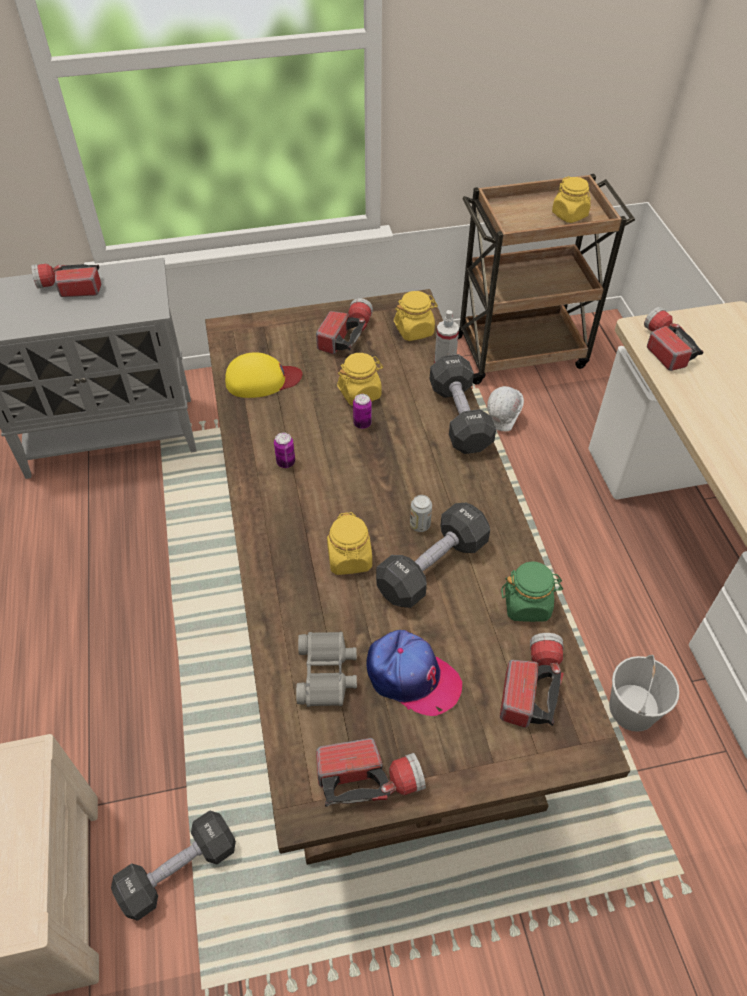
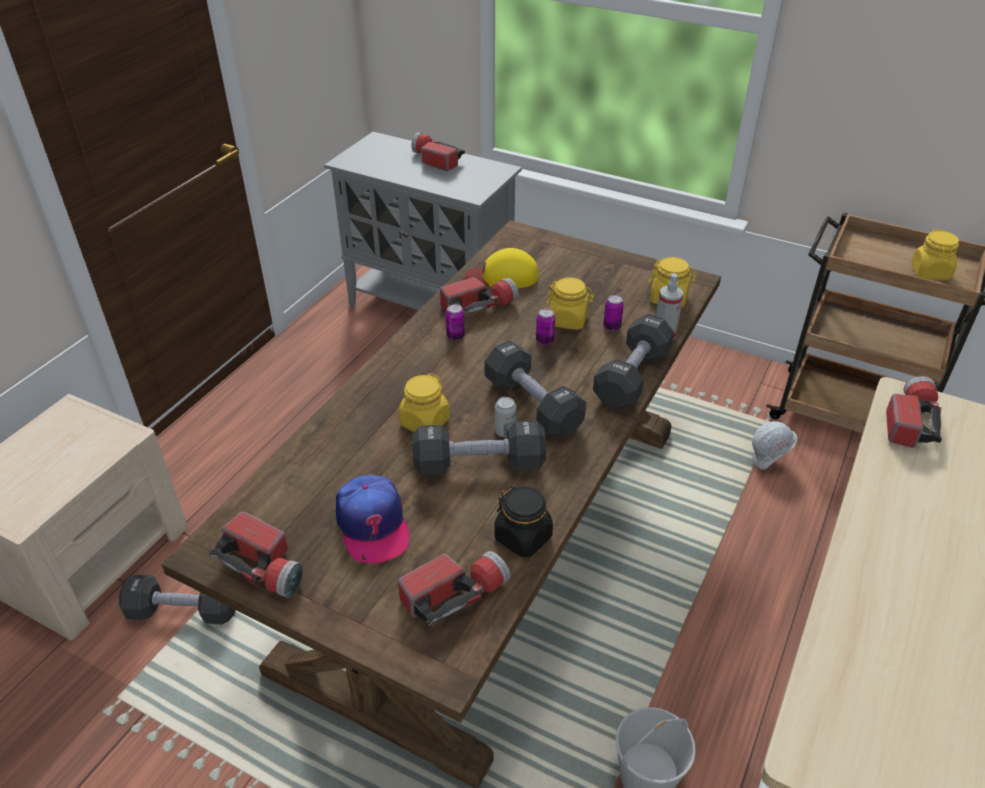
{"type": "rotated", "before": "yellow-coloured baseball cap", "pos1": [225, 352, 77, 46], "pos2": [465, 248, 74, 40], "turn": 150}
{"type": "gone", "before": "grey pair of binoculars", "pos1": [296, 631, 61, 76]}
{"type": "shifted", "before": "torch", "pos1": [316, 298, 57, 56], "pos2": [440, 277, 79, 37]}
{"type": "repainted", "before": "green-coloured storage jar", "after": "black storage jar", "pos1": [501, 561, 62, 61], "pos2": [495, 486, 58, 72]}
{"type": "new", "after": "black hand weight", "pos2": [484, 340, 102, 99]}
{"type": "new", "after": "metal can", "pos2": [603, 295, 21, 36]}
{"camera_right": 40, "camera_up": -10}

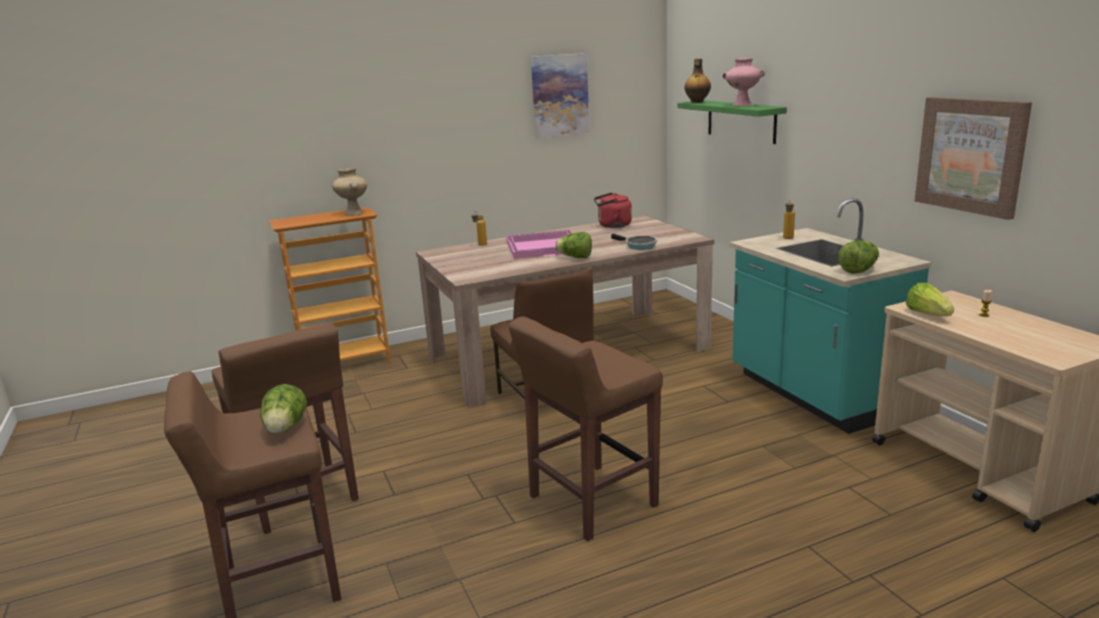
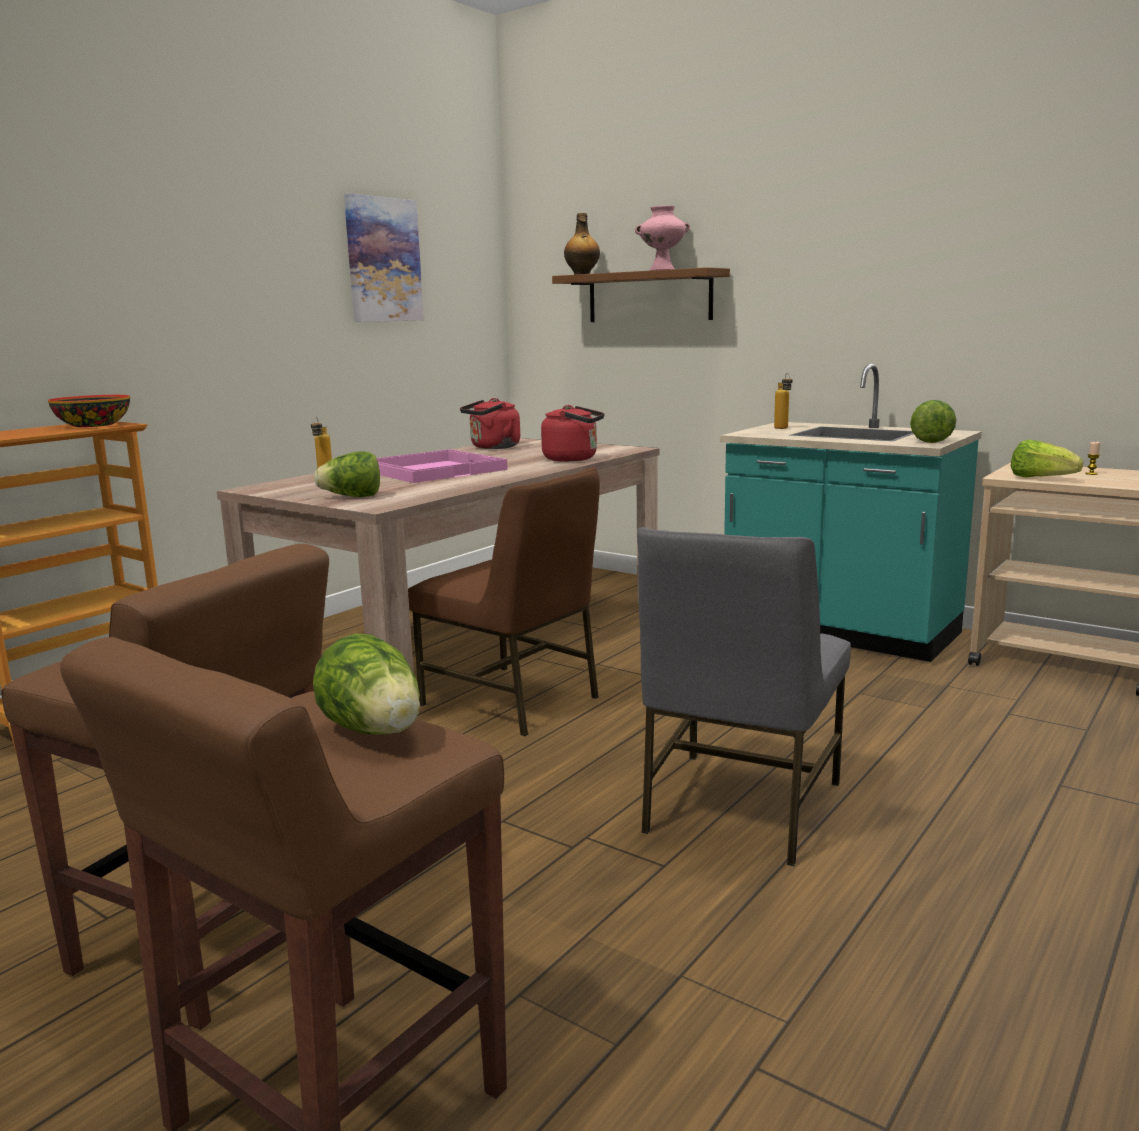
{"type": "swapped", "before": "beige decorative vase", "after": "serving bowl", "pos1": [332, 168, 35, 48], "pos2": [48, 395, 82, 32]}
{"type": "swapped", "before": "brownish sitting stool", "after": "grey chair", "pos1": [509, 317, 154, 224], "pos2": [637, 527, 214, 339]}
{"type": "shifted", "before": "lettuce", "pos1": [555, 232, 37, 26], "pos2": [314, 451, 66, 46]}
{"type": "swapped", "before": "pan", "after": "reddish water kettle", "pos1": [611, 233, 46, 17], "pos2": [541, 405, 63, 57]}
{"type": "repainted", "before": "green-coloured bracket shelf", "after": "brownish bracket shelf", "pos1": [677, 100, 110, 44], "pos2": [552, 267, 178, 55]}
{"type": "gone", "before": "picture", "pos1": [915, 97, 117, 123]}
{"camera_right": -30, "camera_up": -5}

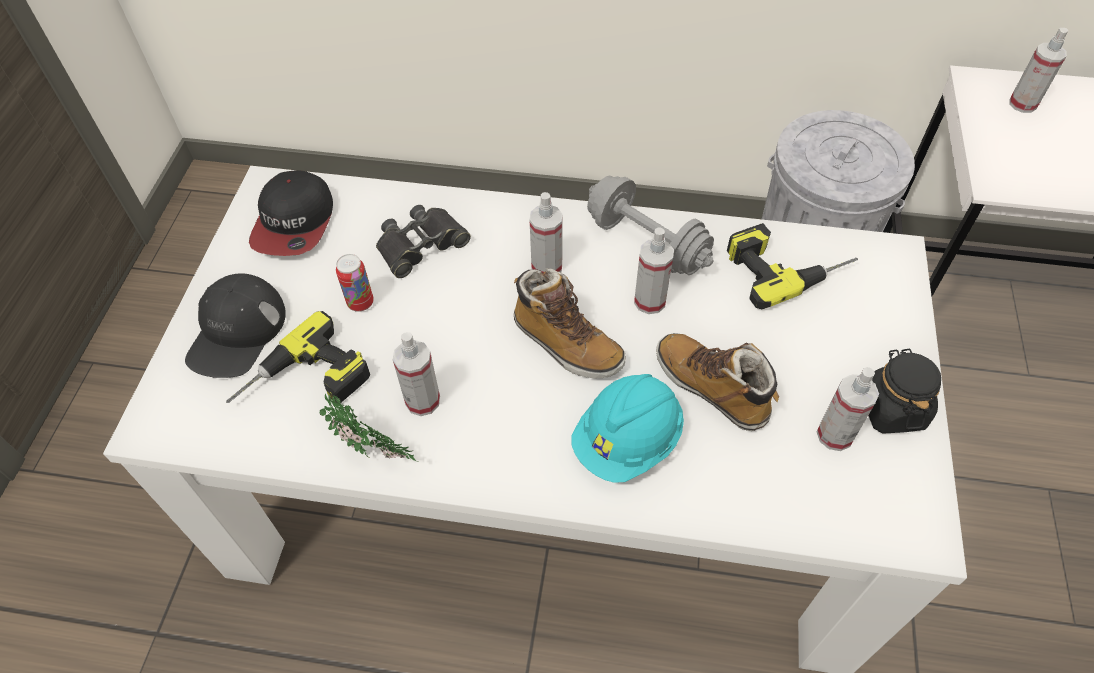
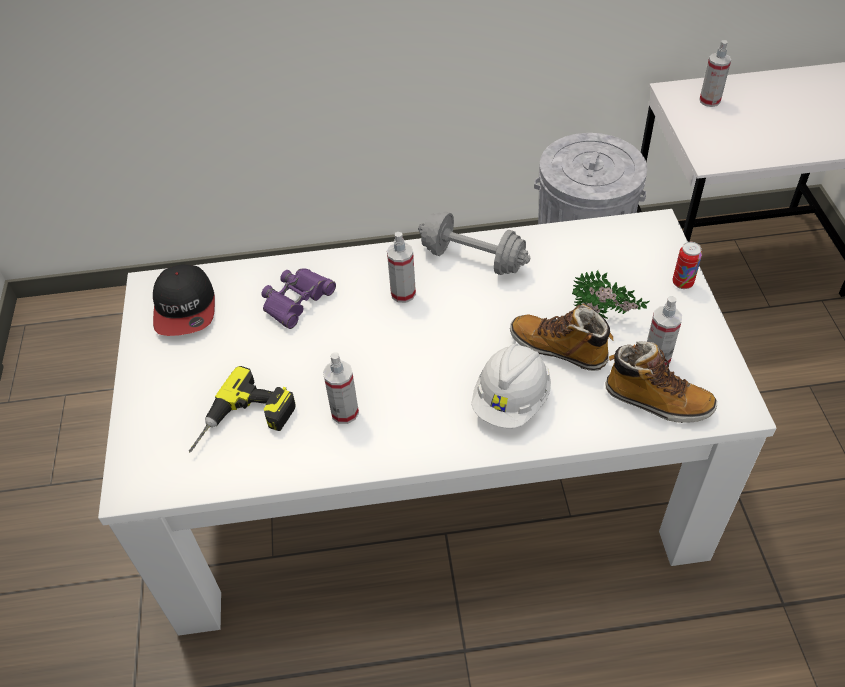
{"type": "gone", "before": "black baseball cap", "pos1": [185, 273, 101, 105]}
{"type": "shifted", "before": "houseplant", "pos1": [320, 394, 96, 67], "pos2": [572, 270, 77, 49]}
{"type": "shifted", "before": "metal can", "pos1": [336, 254, 38, 58], "pos2": [672, 242, 30, 47]}
{"type": "repainted", "before": "black pair of binoculars", "after": "purple-coloured pair of binoculars", "pos1": [376, 205, 95, 73], "pos2": [261, 269, 75, 60]}
{"type": "shifted", "before": "high-top boot", "pos1": [514, 268, 112, 110], "pos2": [606, 341, 111, 82]}
{"type": "repainted", "before": "blue-green safety helmet", "after": "white-coloured safety helmet", "pos1": [571, 374, 113, 109], "pos2": [471, 344, 80, 84]}
{"type": "gone", "before": "hand sprayer", "pos1": [634, 227, 40, 87]}
{"type": "gone", "before": "power drill", "pos1": [727, 223, 131, 86]}
{"type": "gone", "before": "black storage jar", "pos1": [868, 348, 73, 86]}
{"camera_right": -15, "camera_up": -5}

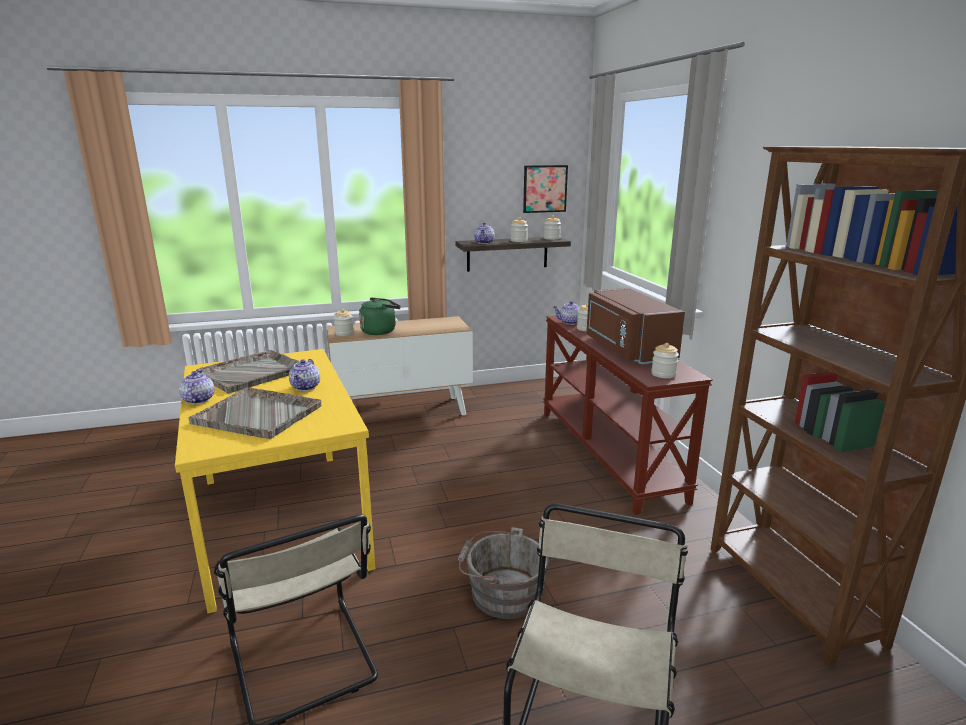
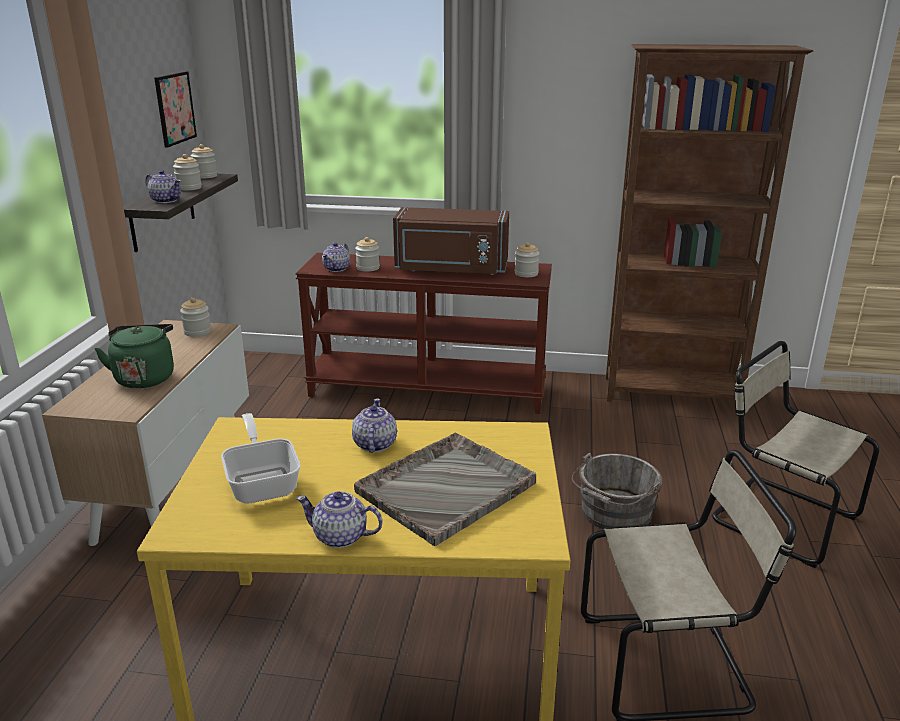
{"type": "swapped", "before": "grey serving tray", "after": "pan", "pos1": [196, 350, 104, 44], "pos2": [221, 413, 80, 91]}
{"type": "rotated", "before": "tea pot", "pos1": [289, 359, 31, 32], "pos2": [352, 399, 45, 54], "turn": -120}
{"type": "shifted", "before": "storage jar", "pos1": [334, 309, 20, 27], "pos2": [180, 298, 31, 39]}
{"camera_right": -65, "camera_up": 5}

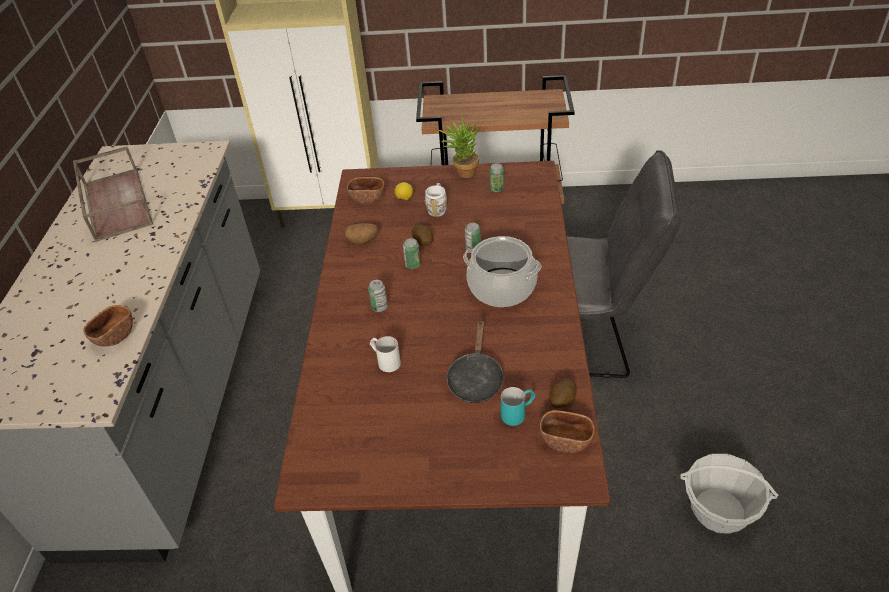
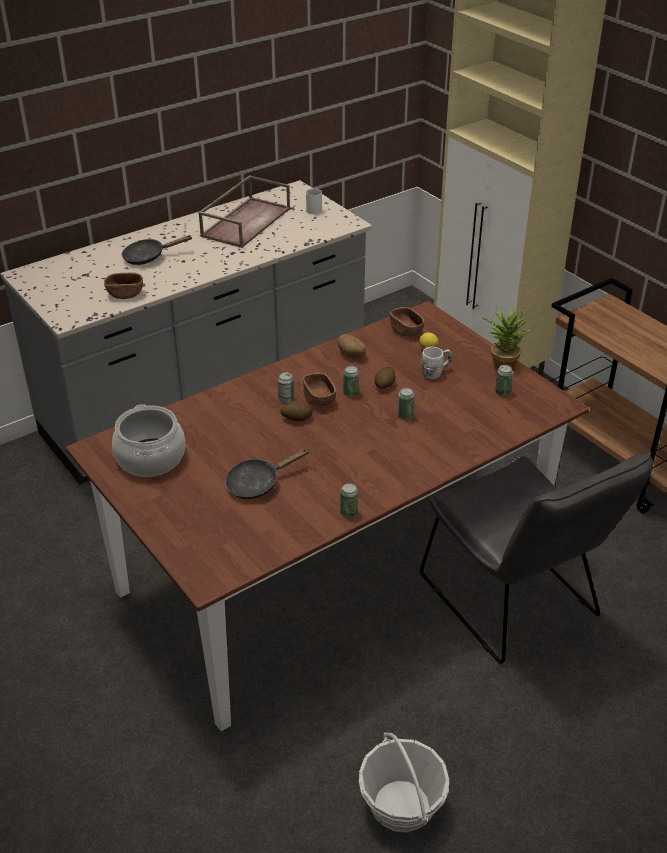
{"type": "shifted", "before": "white-coloured coffee mug", "pos1": [370, 336, 31, 36], "pos2": [306, 188, 16, 26]}
{"type": "shifted", "before": "stockpot", "pos1": [463, 236, 78, 71], "pos2": [112, 404, 74, 73]}
{"type": "gone", "before": "blue-green coffee mug", "pos1": [501, 387, 34, 39]}
{"type": "shifted", "before": "brownish serving bowl", "pos1": [540, 410, 55, 43], "pos2": [303, 373, 33, 34]}
{"type": "shifted", "before": "potato", "pos1": [549, 378, 28, 30], "pos2": [280, 401, 32, 20]}
{"type": "new", "after": "black pan", "pos2": [122, 235, 71, 30]}
{"type": "new", "after": "metal can", "pos2": [340, 483, 18, 35]}
{"camera_right": 50, "camera_up": -5}

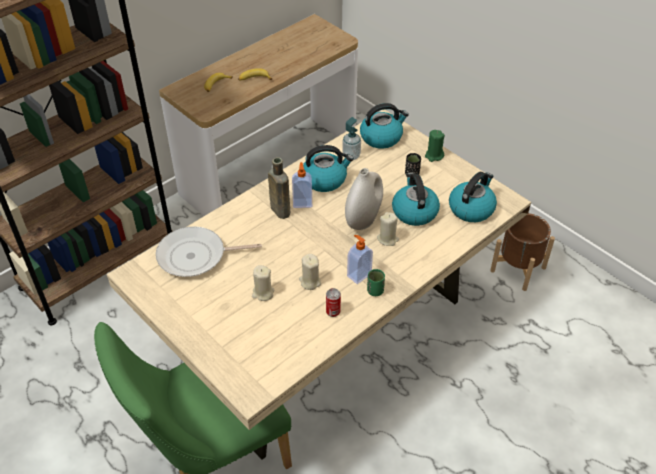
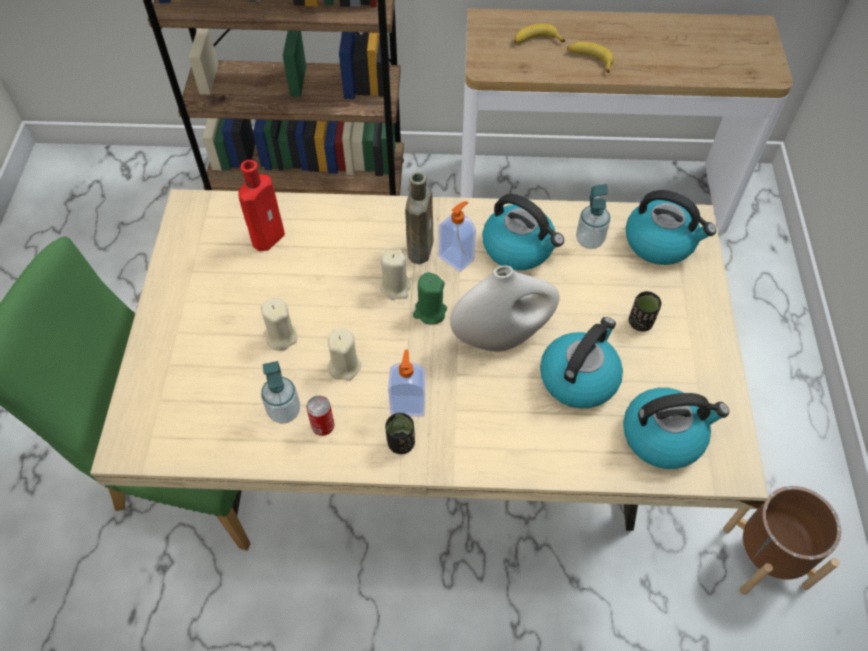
{"type": "swapped", "before": "pan", "after": "reddish bottle", "pos1": [156, 227, 106, 50], "pos2": [238, 160, 47, 91]}
{"type": "repainted", "before": "green-coloured small cup", "after": "black small cup", "pos1": [367, 269, 18, 27], "pos2": [385, 413, 30, 41]}
{"type": "shifted", "before": "beige wax light", "pos1": [377, 212, 22, 34], "pos2": [380, 249, 31, 51]}
{"type": "shifted", "before": "green-coloured wax light", "pos1": [425, 130, 20, 32], "pos2": [413, 273, 34, 52]}
{"type": "new", "after": "soap dispenser", "pos2": [261, 361, 39, 63]}
{"camera_right": 45, "camera_up": 10}

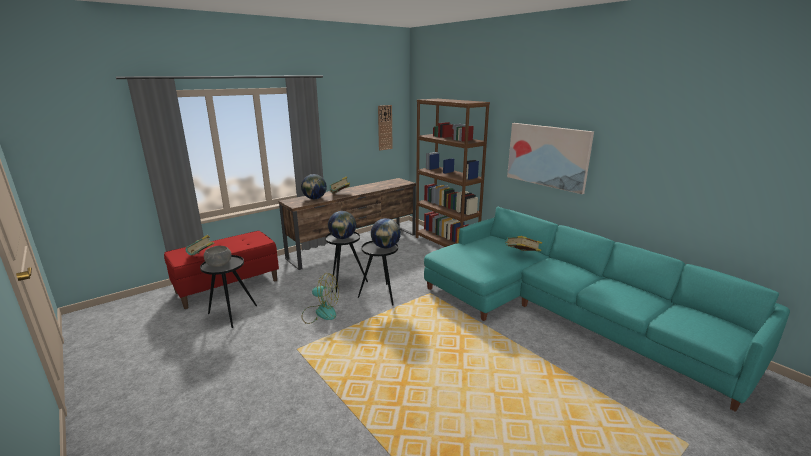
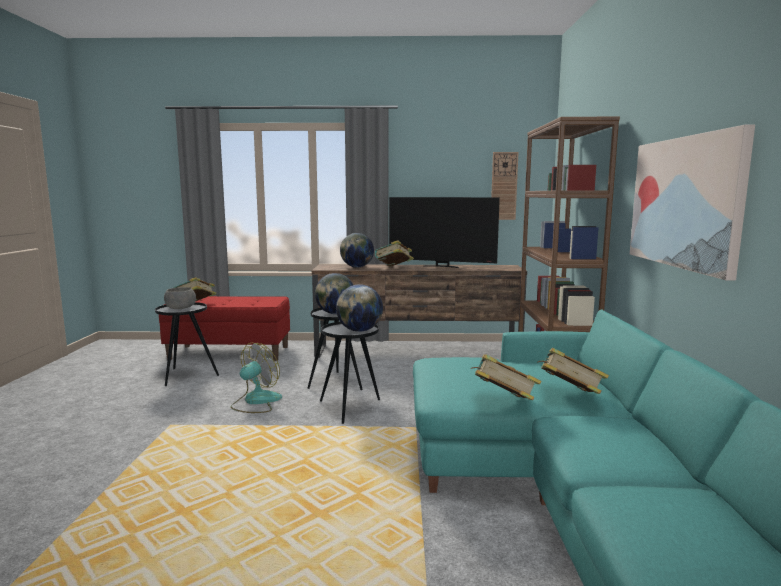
{"type": "rotated", "before": "electric fan", "pos1": [301, 273, 38, 51], "pos2": [231, 343, 51, 70], "turn": -105}
{"type": "new", "after": "TV", "pos2": [389, 197, 111, 71]}
{"type": "new", "after": "bound book", "pos2": [471, 354, 70, 46]}
{"camera_right": 40, "camera_up": -10}

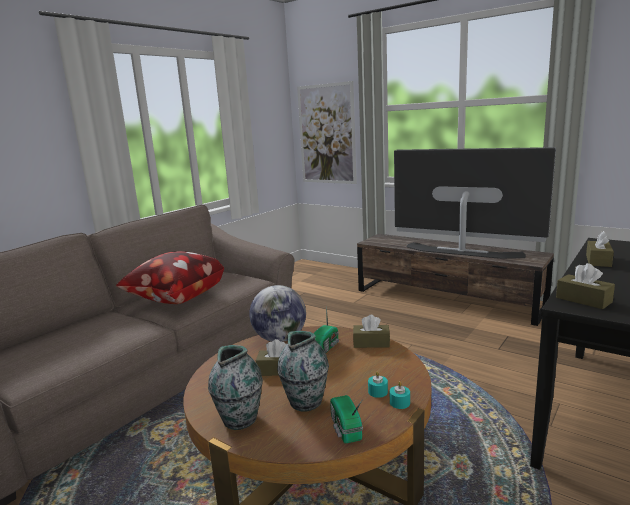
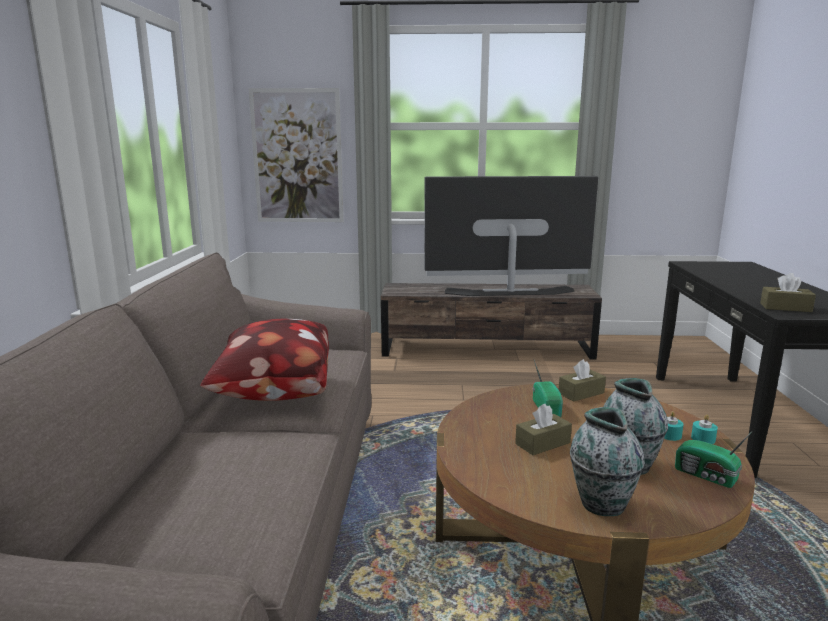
{"type": "gone", "before": "globe", "pos1": [249, 285, 57, 57]}
{"type": "gone", "before": "brownish tissue holder", "pos1": [586, 231, 28, 36]}
{"camera_right": -35, "camera_up": 0}

